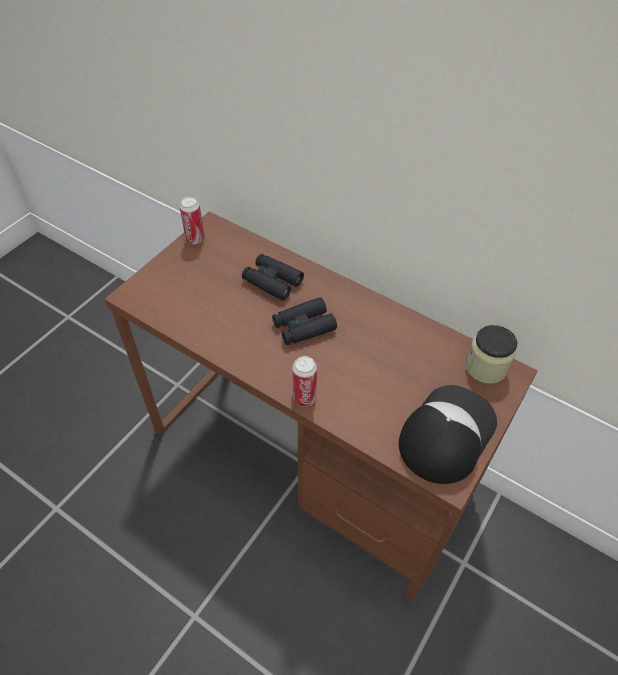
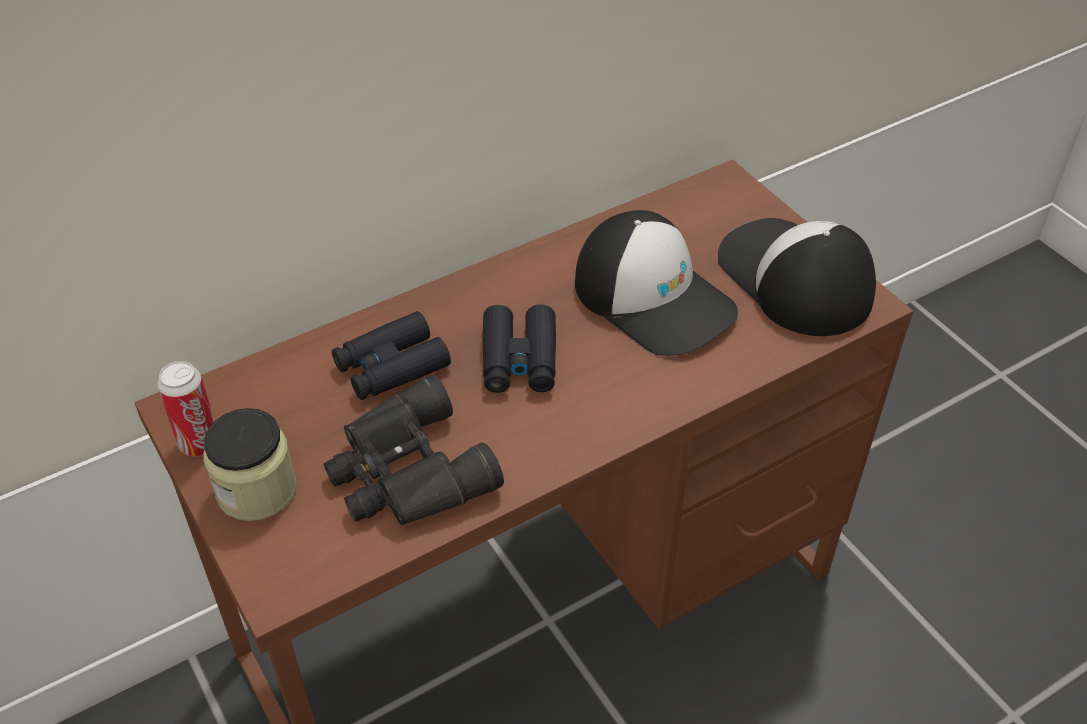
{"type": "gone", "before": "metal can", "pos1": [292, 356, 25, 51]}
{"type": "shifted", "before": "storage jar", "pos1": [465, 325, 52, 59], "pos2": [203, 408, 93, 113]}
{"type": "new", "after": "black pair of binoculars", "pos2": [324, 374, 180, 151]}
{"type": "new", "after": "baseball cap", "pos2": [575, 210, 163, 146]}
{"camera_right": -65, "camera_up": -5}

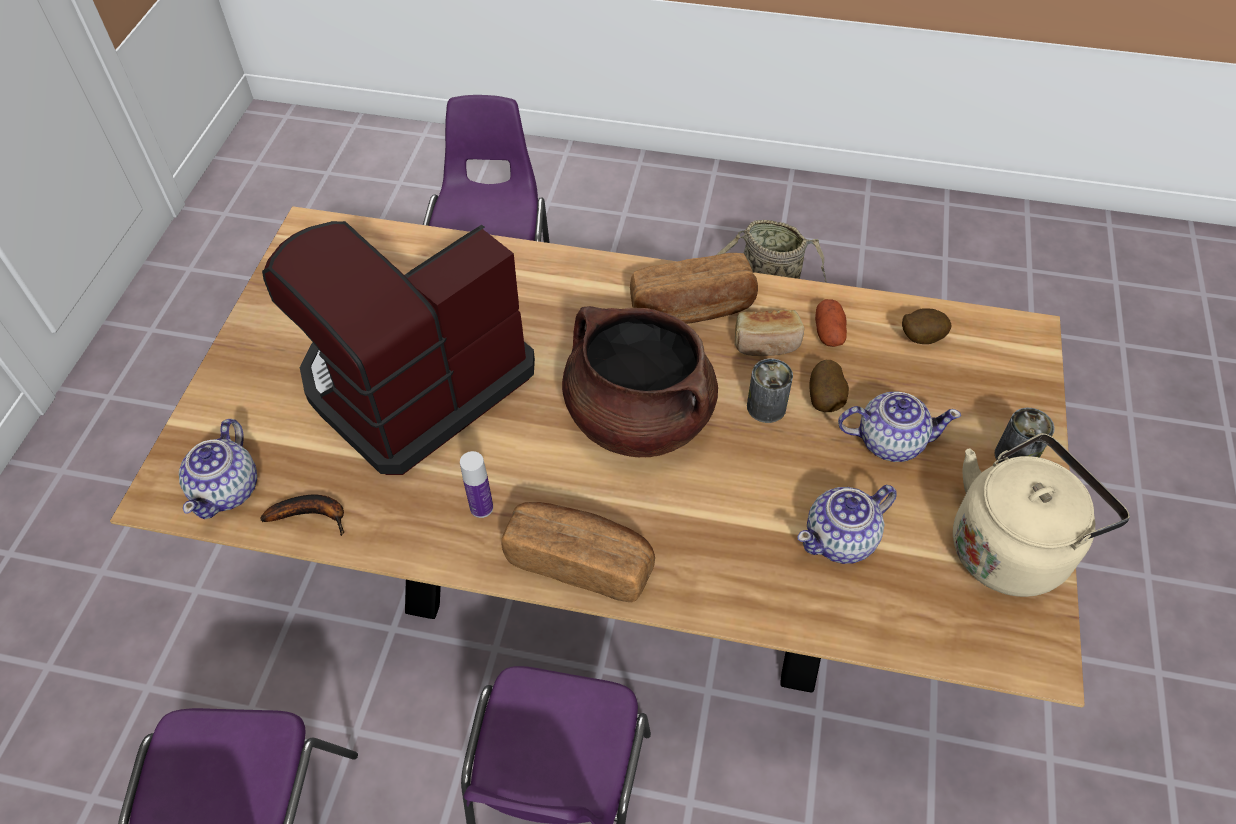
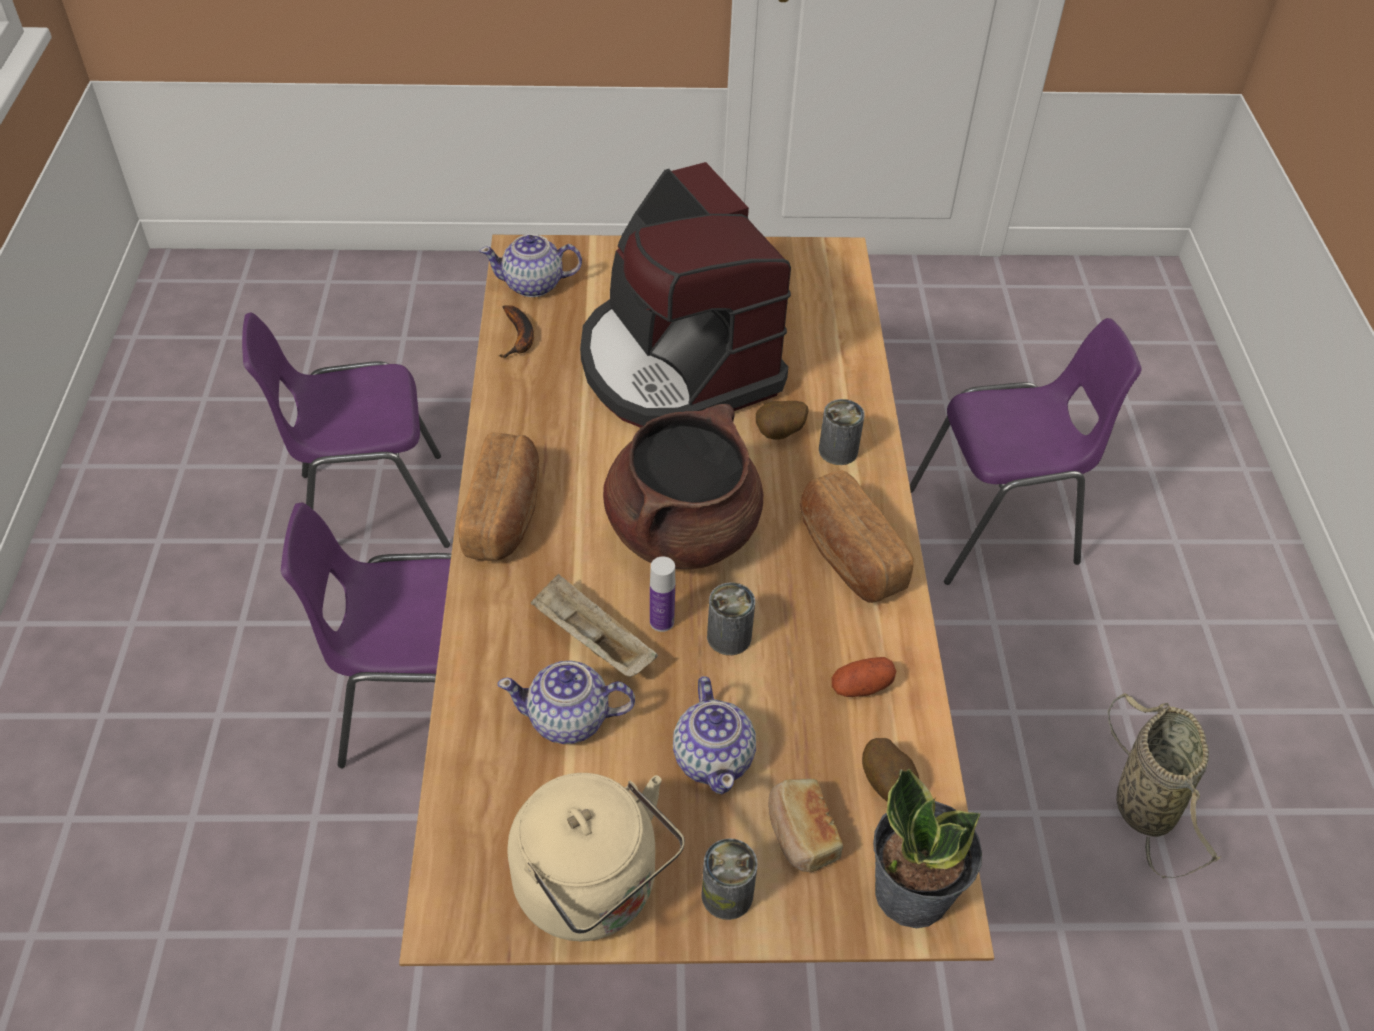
{"type": "rotated", "before": "coffee brewer", "pos1": [262, 221, 273, 254], "pos2": [580, 162, 211, 266], "turn": -150}
{"type": "shifted", "before": "bottle", "pos1": [460, 451, 33, 67], "pos2": [650, 556, 25, 76]}
{"type": "shifted", "before": "bread", "pos1": [734, 310, 71, 46], "pos2": [768, 779, 75, 93]}
{"type": "rotated", "before": "tea pot", "pos1": [798, 485, 99, 79], "pos2": [498, 661, 137, 83], "turn": -45}
{"type": "shifted", "before": "potato", "pos1": [809, 360, 40, 52], "pos2": [756, 401, 53, 39]}
{"type": "new", "after": "beige serving tray", "pos2": [531, 574, 127, 103]}
{"type": "new", "after": "metal can", "pos2": [819, 399, 46, 66]}
{"type": "new", "after": "houseplant", "pos2": [873, 769, 109, 159]}
{"camera_right": 75, "camera_up": -5}

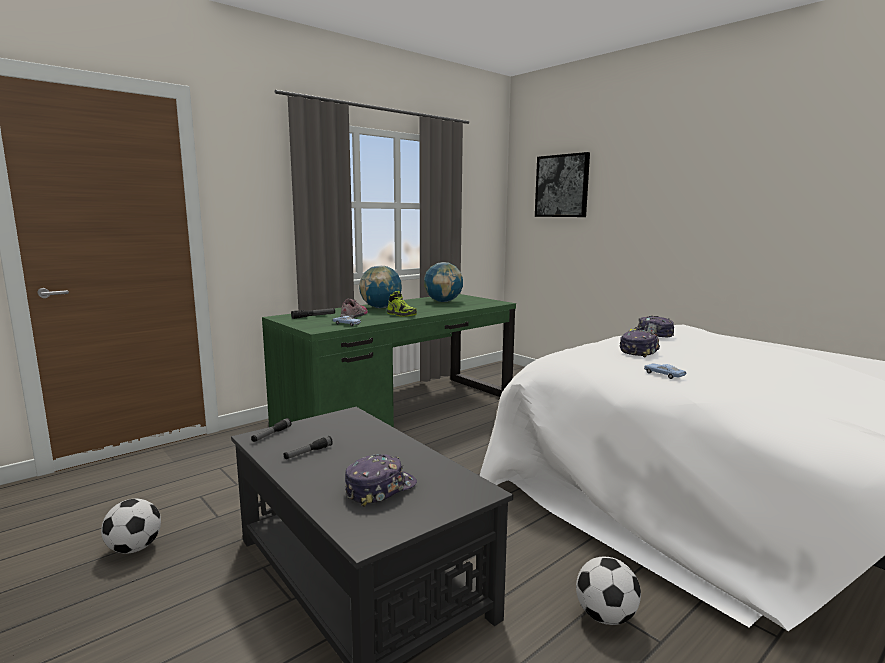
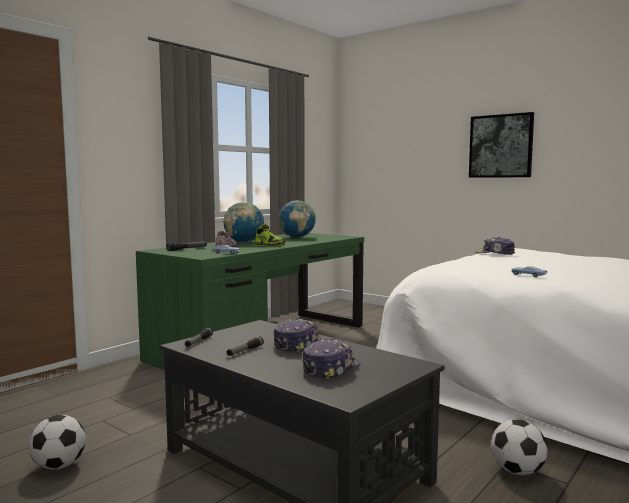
{"type": "shifted", "before": "picture", "pos1": [535, 152, 55, 65], "pos2": [469, 112, 65, 66]}
{"type": "shifted", "before": "baseball cap", "pos1": [619, 330, 41, 27], "pos2": [273, 318, 49, 35]}
{"camera_right": -10, "camera_up": -5}

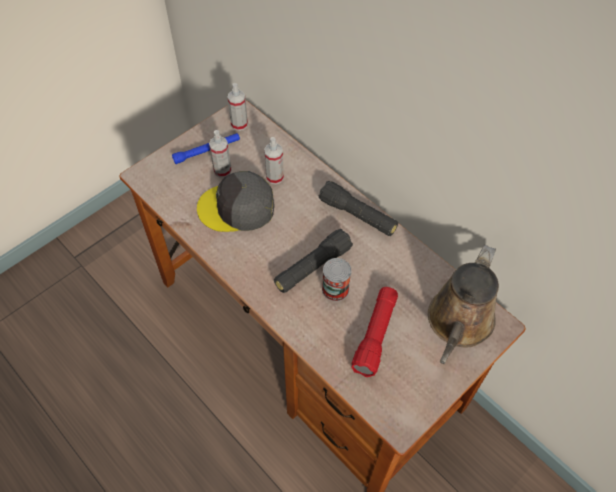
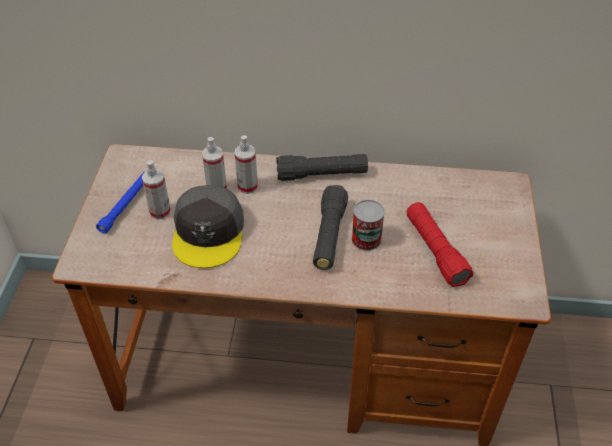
{"type": "rotated", "before": "grey baseball cap", "pos1": [197, 171, 77, 61], "pos2": [172, 185, 72, 83], "turn": -45}
{"type": "shifted", "before": "hand sprayer", "pos1": [228, 83, 20, 48], "pos2": [235, 135, 23, 59]}
{"type": "gone", "before": "brownish sprinkling can", "pos1": [428, 245, 71, 119]}
{"camera_right": -40, "camera_up": -10}

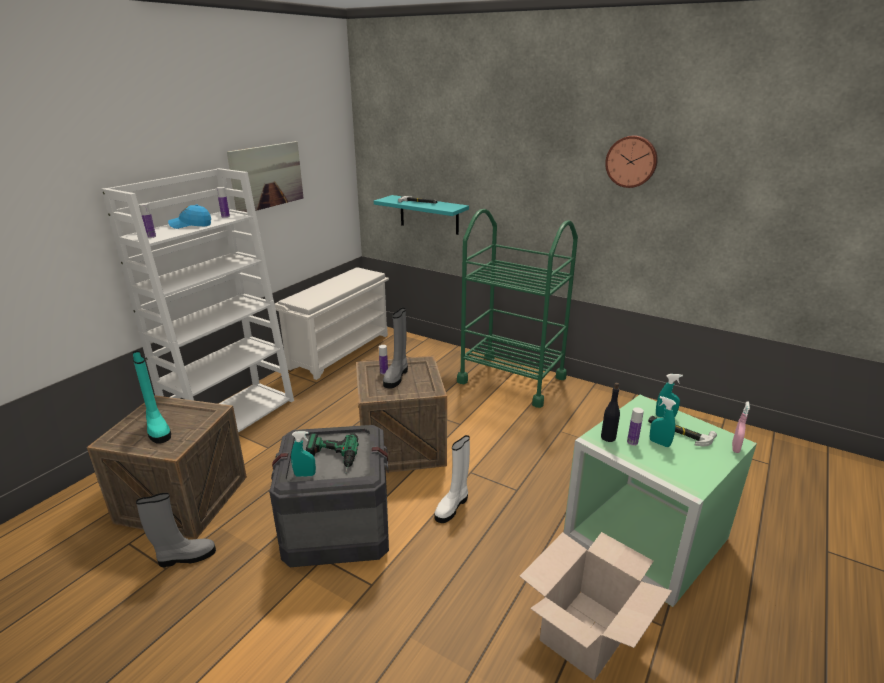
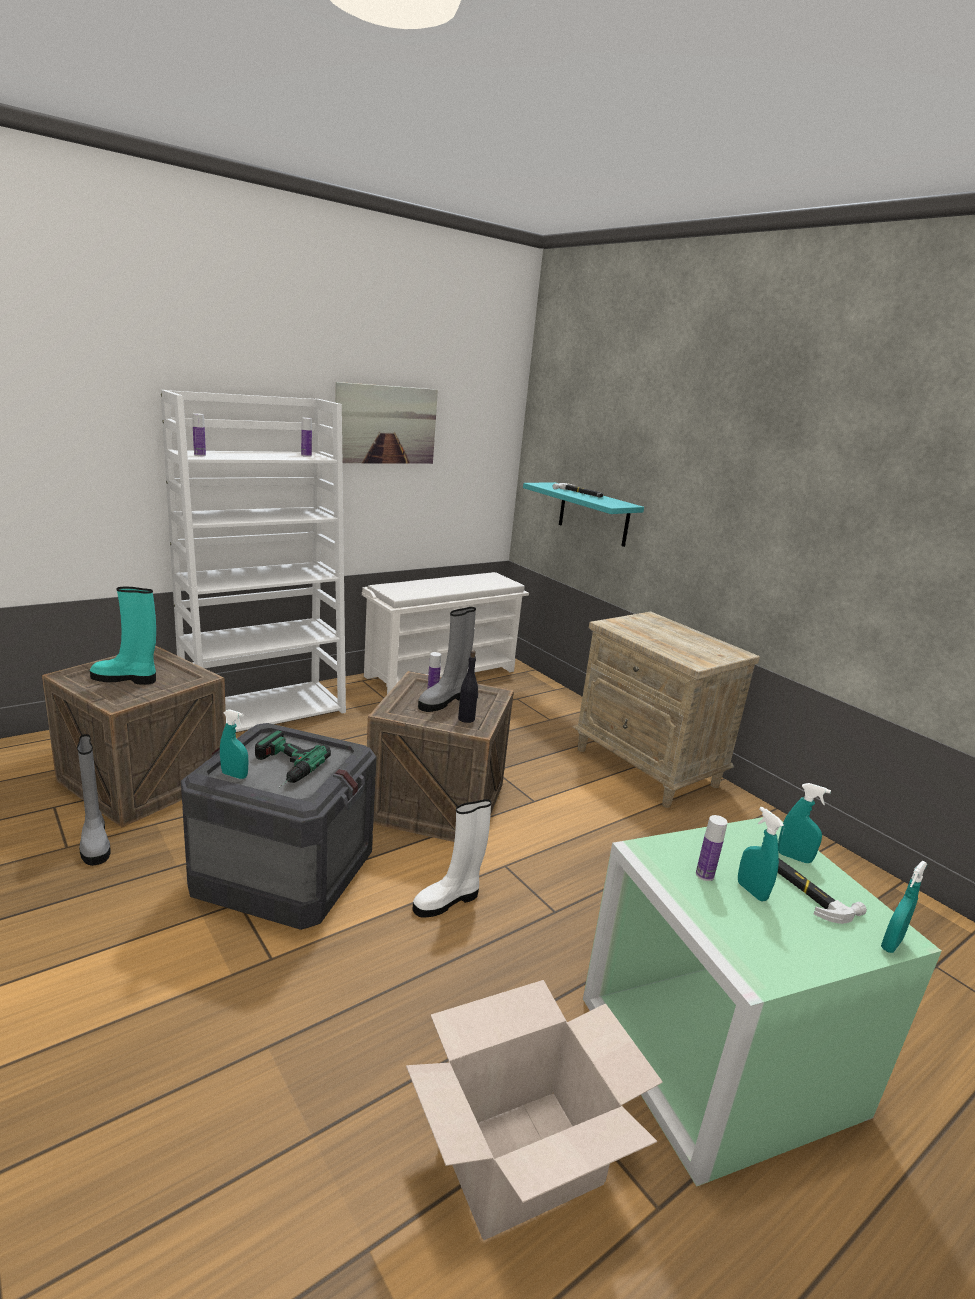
{"type": "rotated", "before": "blue-green high-top boot", "pos1": [132, 351, 39, 93], "pos2": [90, 587, 66, 98], "turn": 105}
{"type": "rotated", "before": "grey high-top boot", "pos1": [136, 493, 80, 74], "pos2": [77, 734, 34, 132], "turn": 60}
{"type": "gone", "before": "bluish baseball cap", "pos1": [168, 205, 43, 24]}
{"type": "swapped", "before": "green-coloured cart", "after": "beige nightstand", "pos1": [457, 209, 121, 199], "pos2": [573, 612, 187, 196]}
{"type": "shifted", "before": "black bottle", "pos1": [601, 383, 19, 59], "pos2": [458, 650, 20, 73]}
{"type": "gone", "before": "hanging clock", "pos1": [605, 135, 53, 53]}
{"type": "repainted", "before": "pink hand sprayer", "after": "blue-green hand sprayer", "pos1": [732, 401, 18, 52], "pos2": [881, 861, 46, 92]}
{"camera_right": 20, "camera_up": -5}

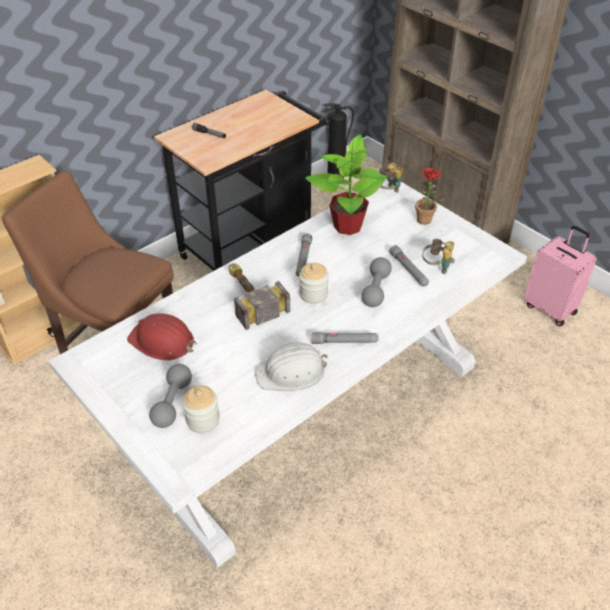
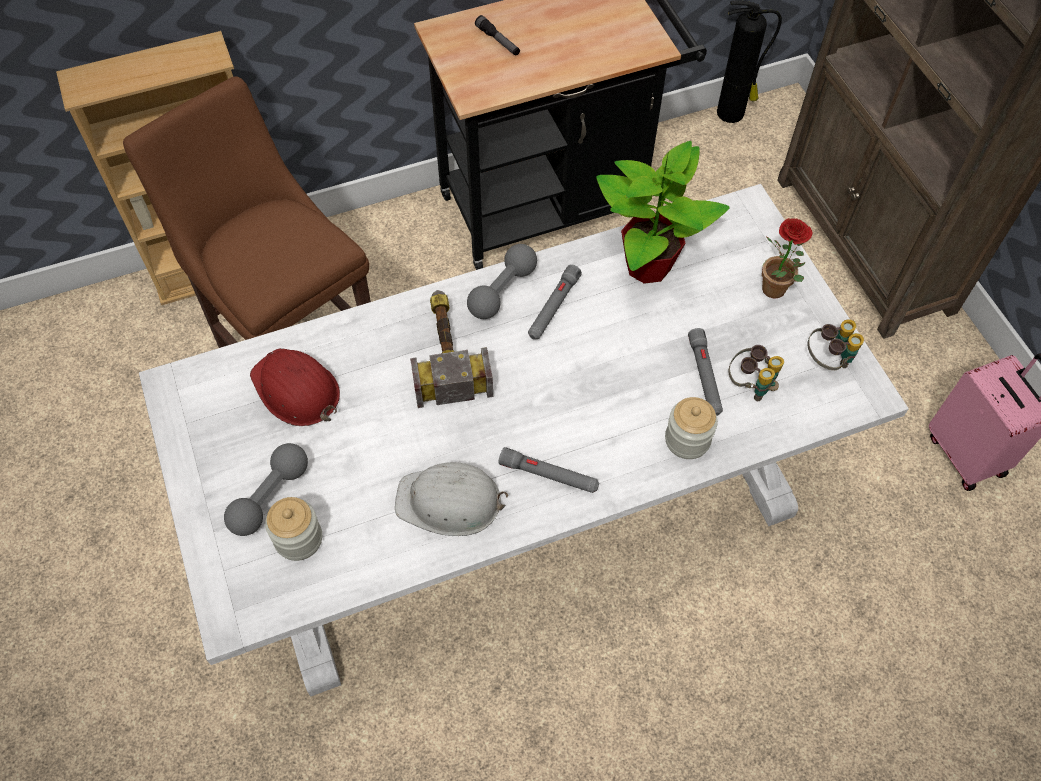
{"type": "shifted", "before": "storage jar", "pos1": [299, 263, 30, 41], "pos2": [665, 397, 53, 62]}
{"type": "shifted", "before": "grey hand weight", "pos1": [361, 257, 31, 50], "pos2": [467, 244, 70, 75]}
{"type": "shifted", "before": "pair of binoculars", "pos1": [379, 163, 24, 30], "pos2": [808, 319, 56, 51]}
{"camera_right": 20, "camera_up": 15}

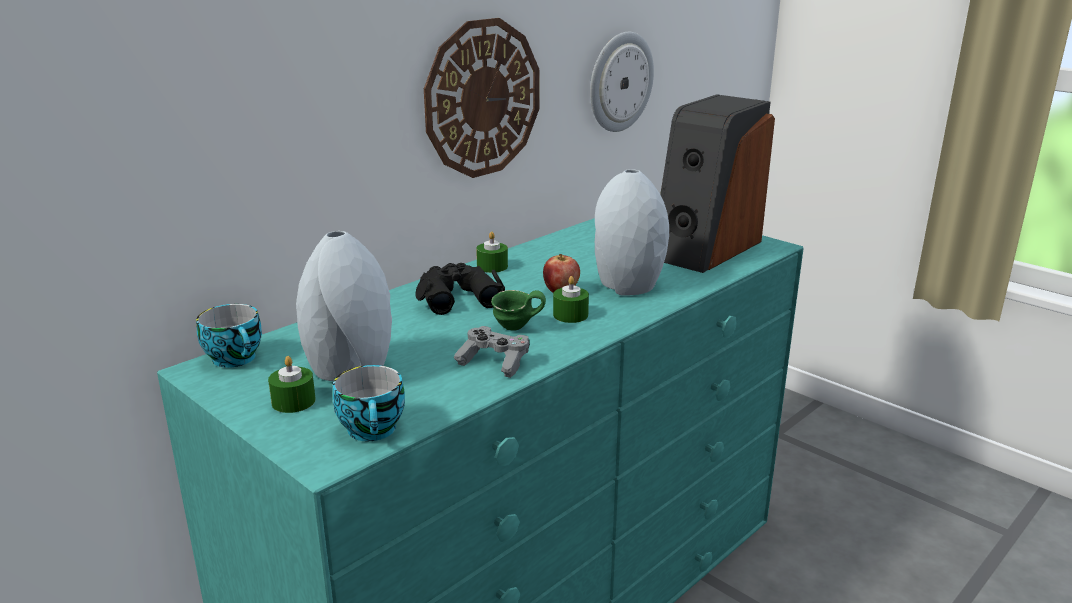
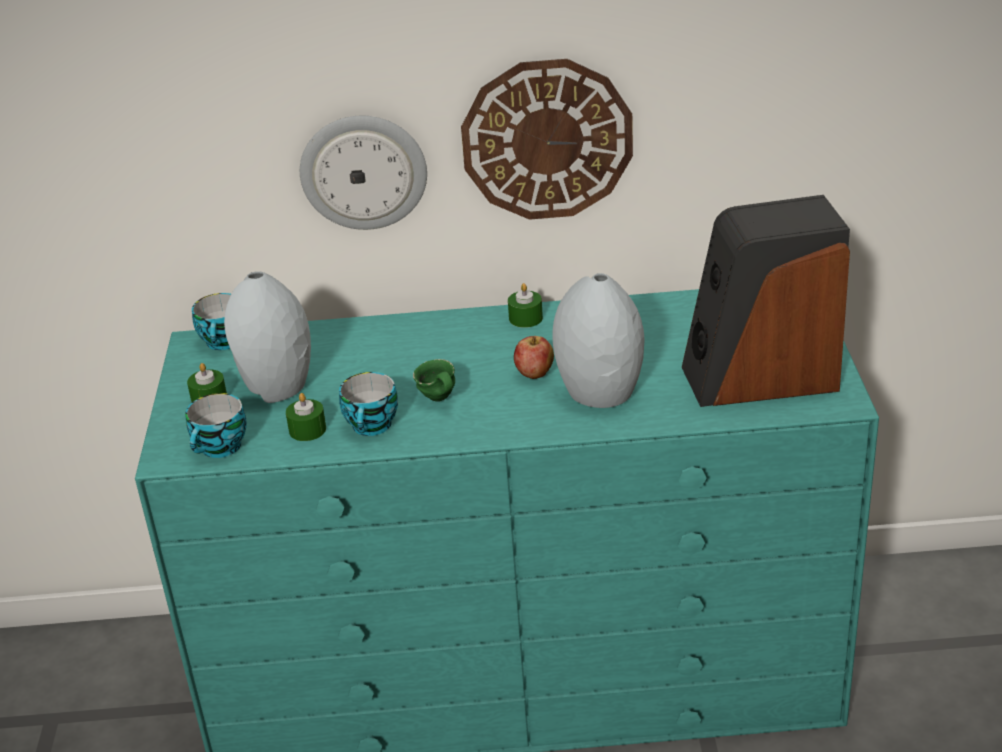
{"type": "gone", "before": "black pair of binoculars", "pos1": [415, 263, 90, 52]}
{"type": "swapped", "before": "grey joypad", "after": "small cup", "pos1": [454, 326, 76, 52], "pos2": [339, 372, 59, 64]}
{"type": "shifted", "before": "green-coloured wax light", "pos1": [553, 276, 36, 47], "pos2": [286, 393, 40, 48]}
{"type": "shifted", "before": "hanging clock", "pos1": [590, 32, 64, 100], "pos2": [300, 116, 127, 114]}
{"camera_right": 45, "camera_up": 10}

